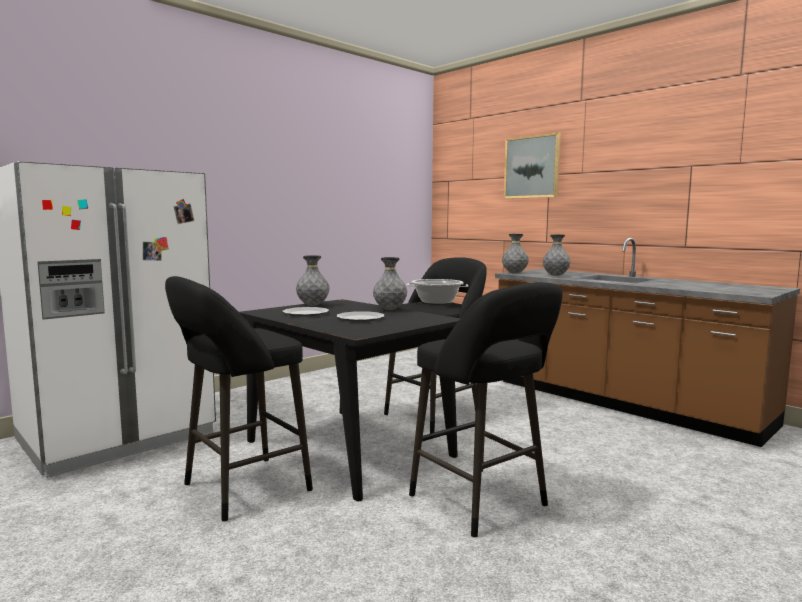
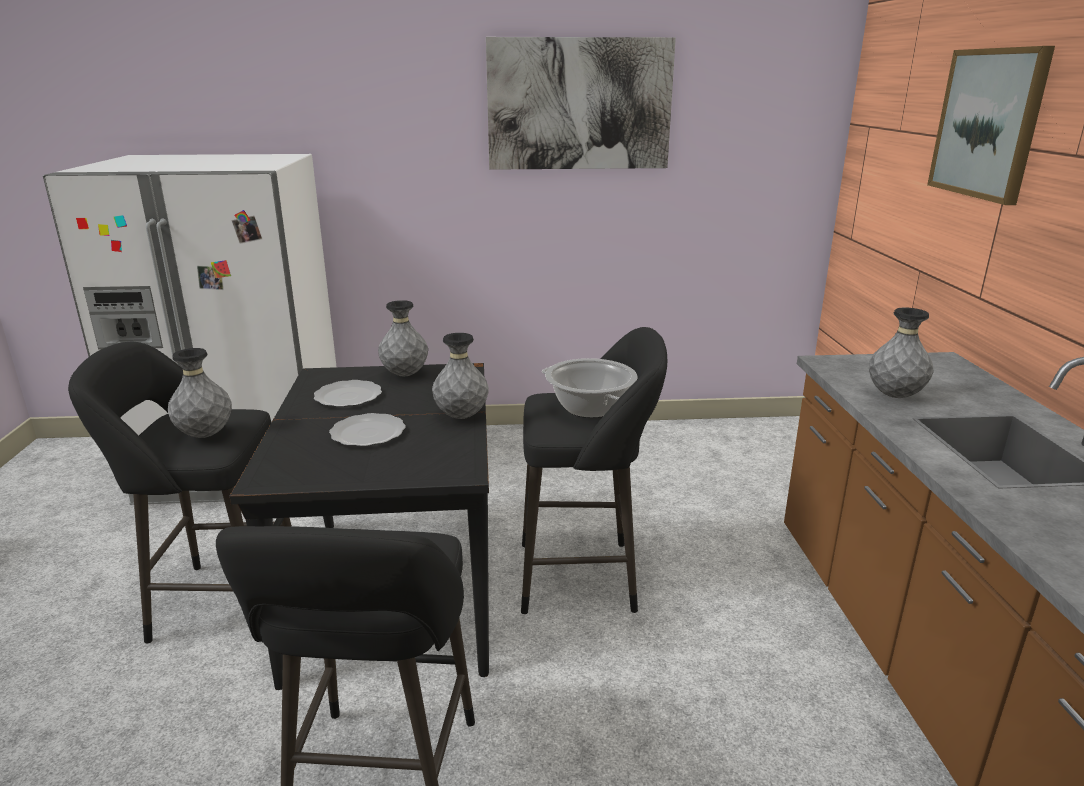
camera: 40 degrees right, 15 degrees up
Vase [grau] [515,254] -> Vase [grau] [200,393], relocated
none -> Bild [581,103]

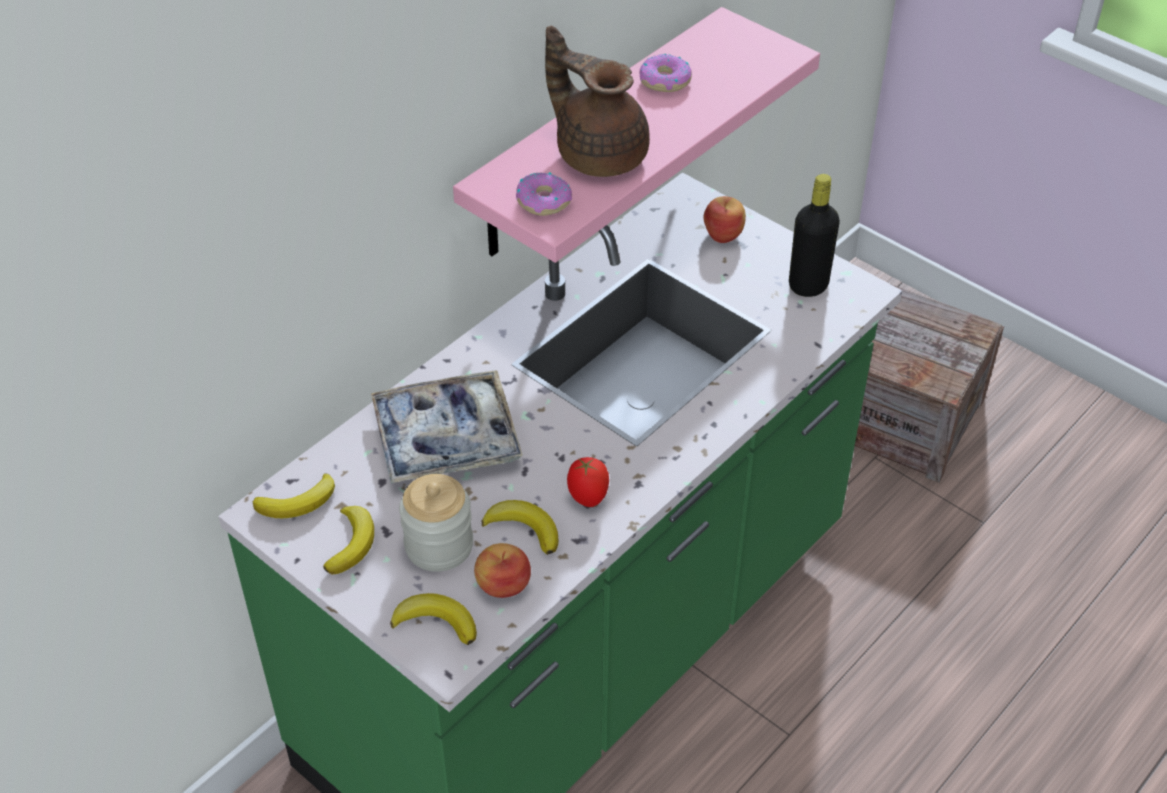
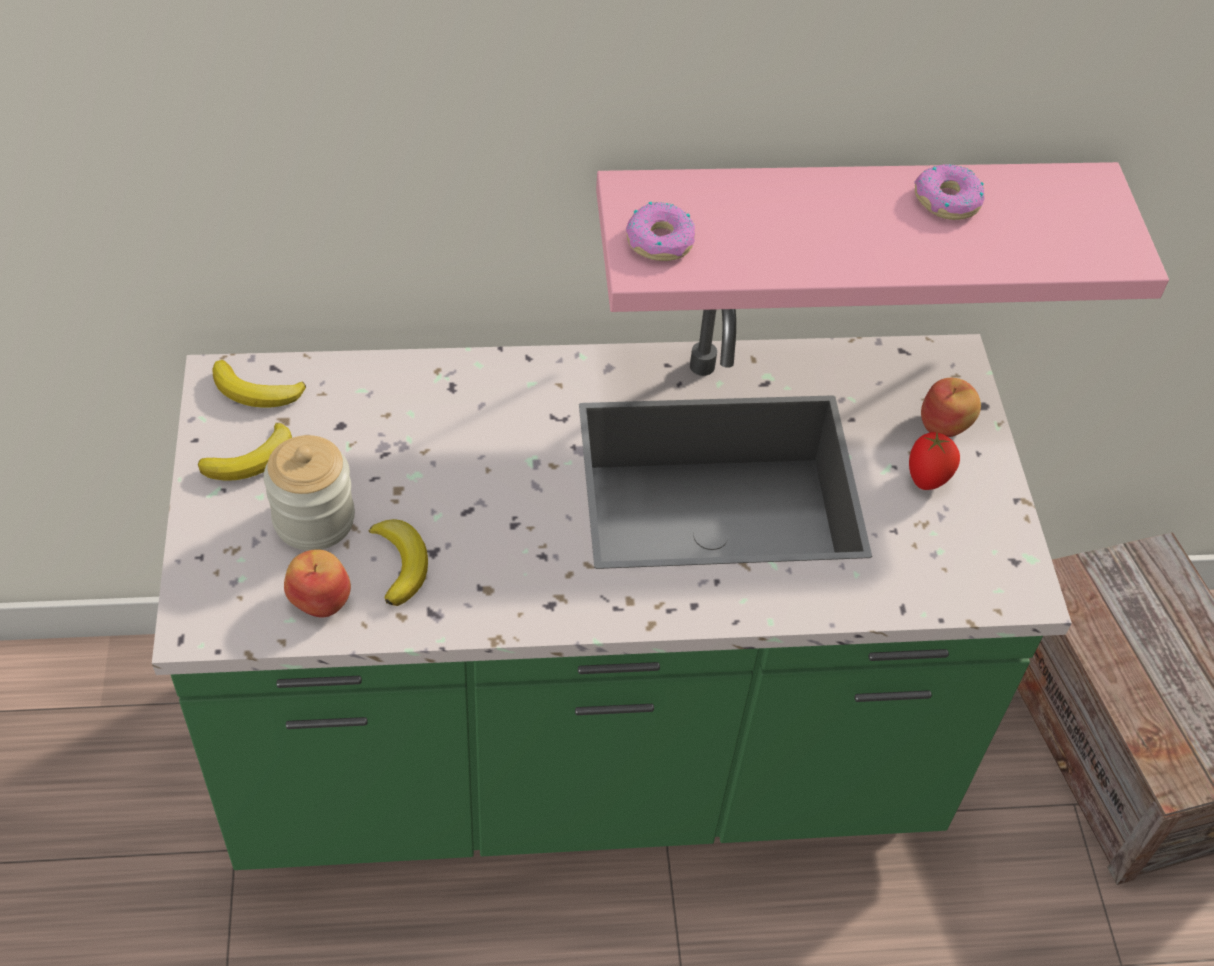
camera: 40 degrees right, 5 degrees up
Tablett [447,427] -> none
Banane [433,619] -> none
Teekanne [braun] [597,101] -> none
Tomate [588,482] -> Tomate [934,461], relocated
Flasche [schwarz] [814,235] -> none

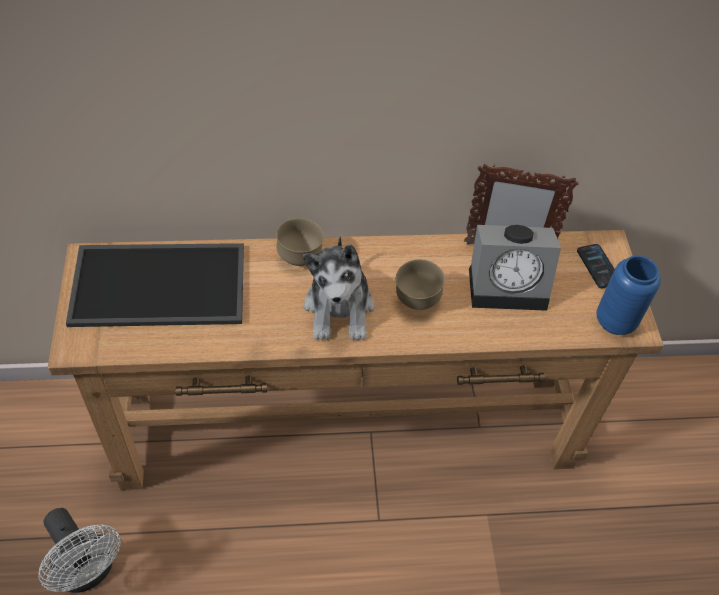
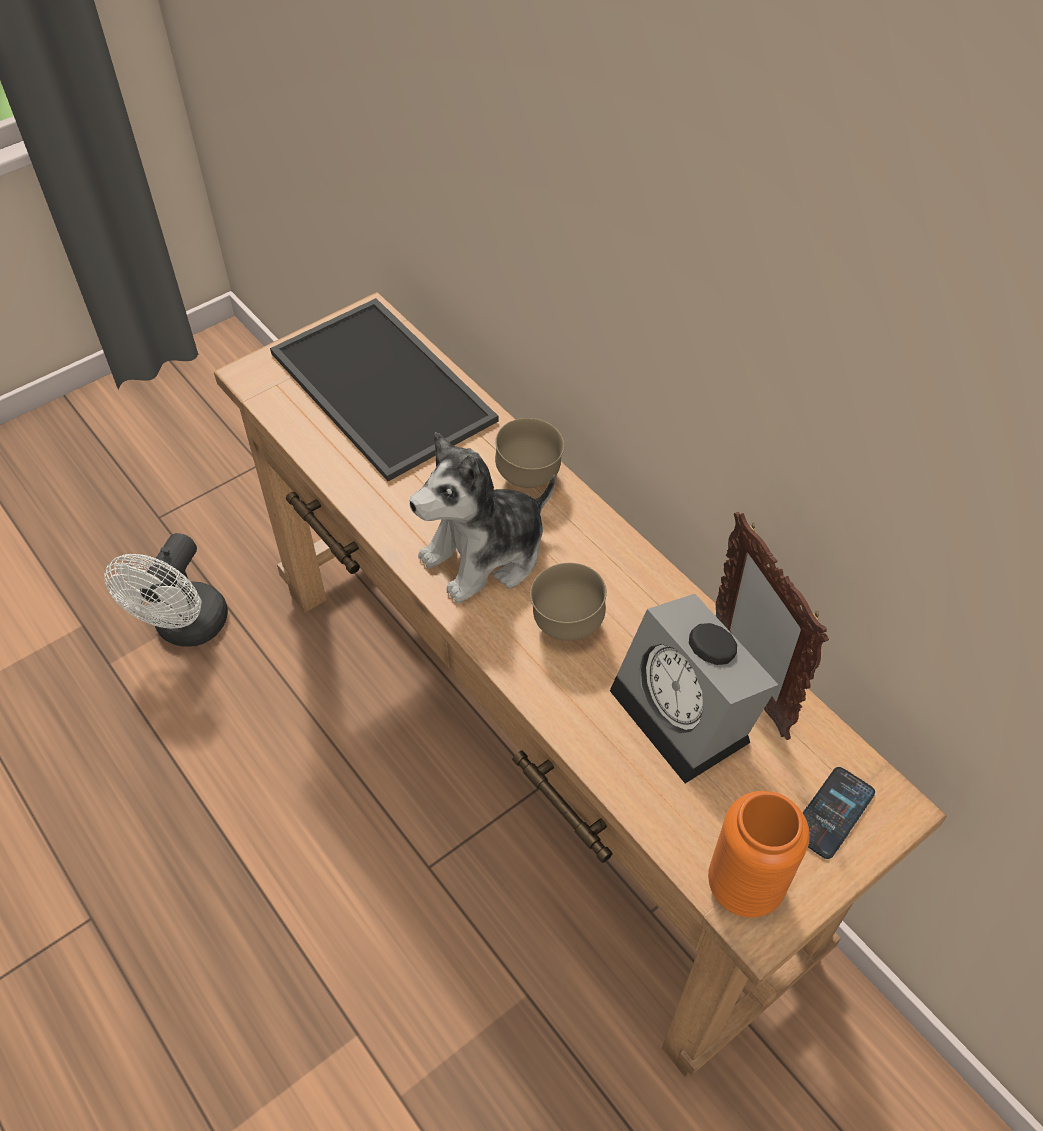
camera: 60 degrees right, 0 degrees up
Vase [blau] [628,295] -> Vase [orange] [759,854]

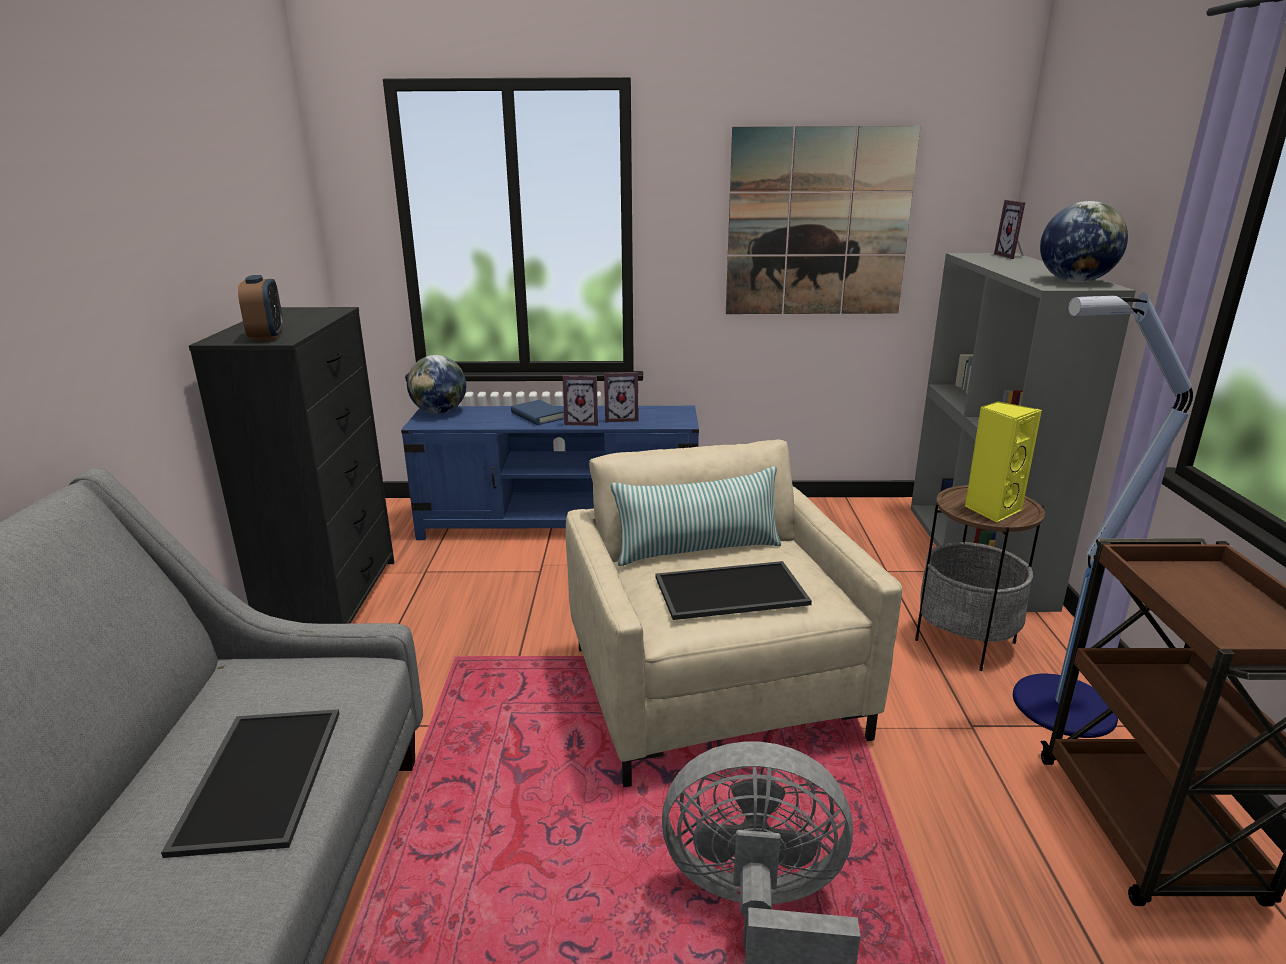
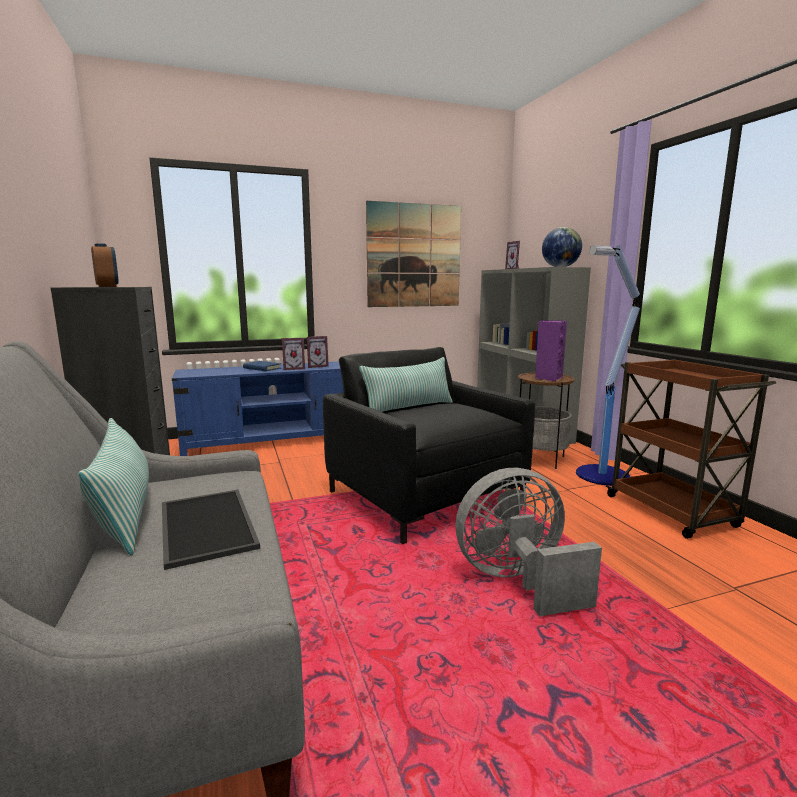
camera: 20 degrees left, 10 degrees down
Globus [436,384] -> none
Sessel [beige] [734,613] -> Sessel [schwarz] [429,445]
Tablett [733,590] -> none
Lautsprecher [gelb] [1003,462] -> Lautsprecher [lila] [551,350]
none -> Kissen [113,487]

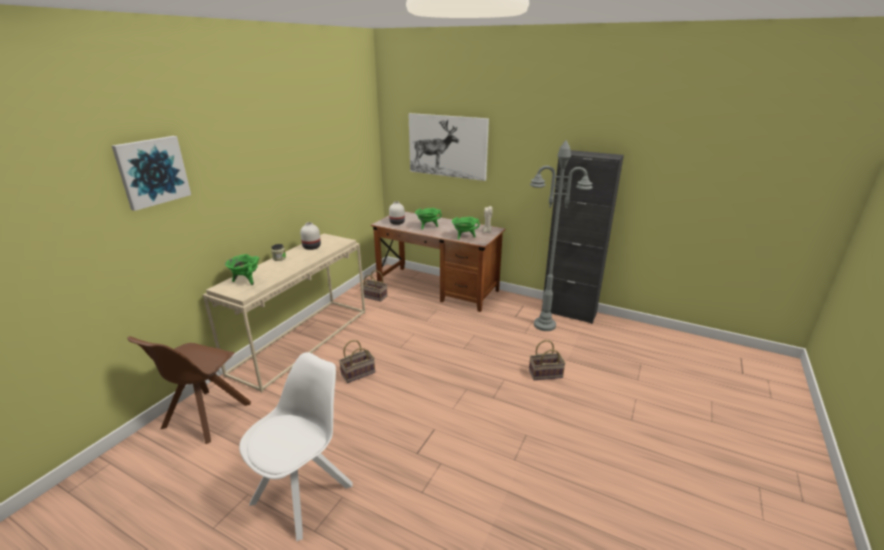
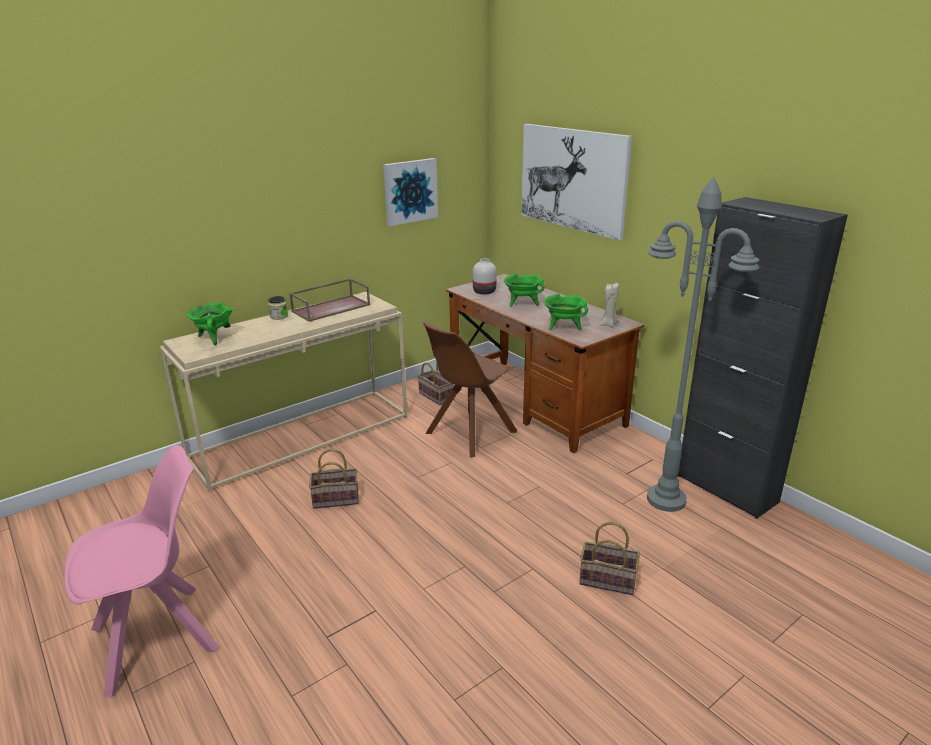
camera: 25 degrees right, 0 degrees up
Bild [151,173] -> Bild [410,192], relocated
Stuhl [braun] [189,390] -> Stuhl [braun] [470,389], relocated
Stuhl [weiß] [296,446] -> Stuhl [rosa] [141,571]
Vase [weiß] [310,236] -> Tablett [braun] [329,300]

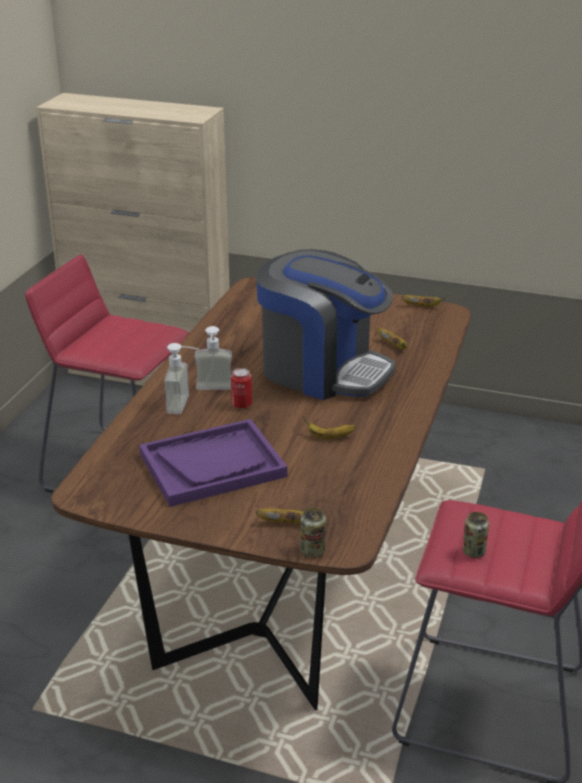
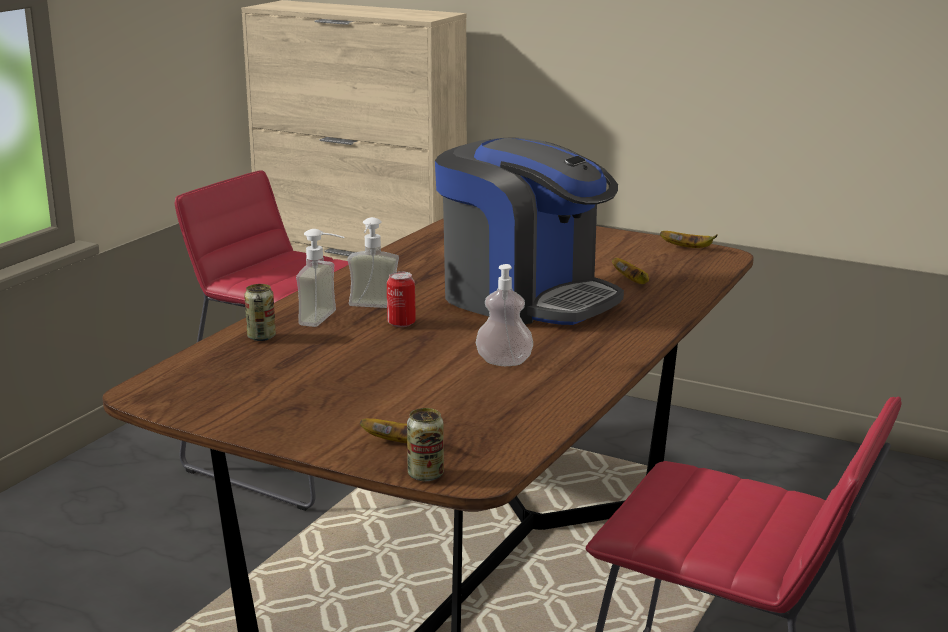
camera: 10 degrees right, 10 degrees down
Tablett [lila] [213,463] -> none
Banane [329,428] -> Seifenspender [504,315]
Dose [476,535] -> Dose [260,312], relocated

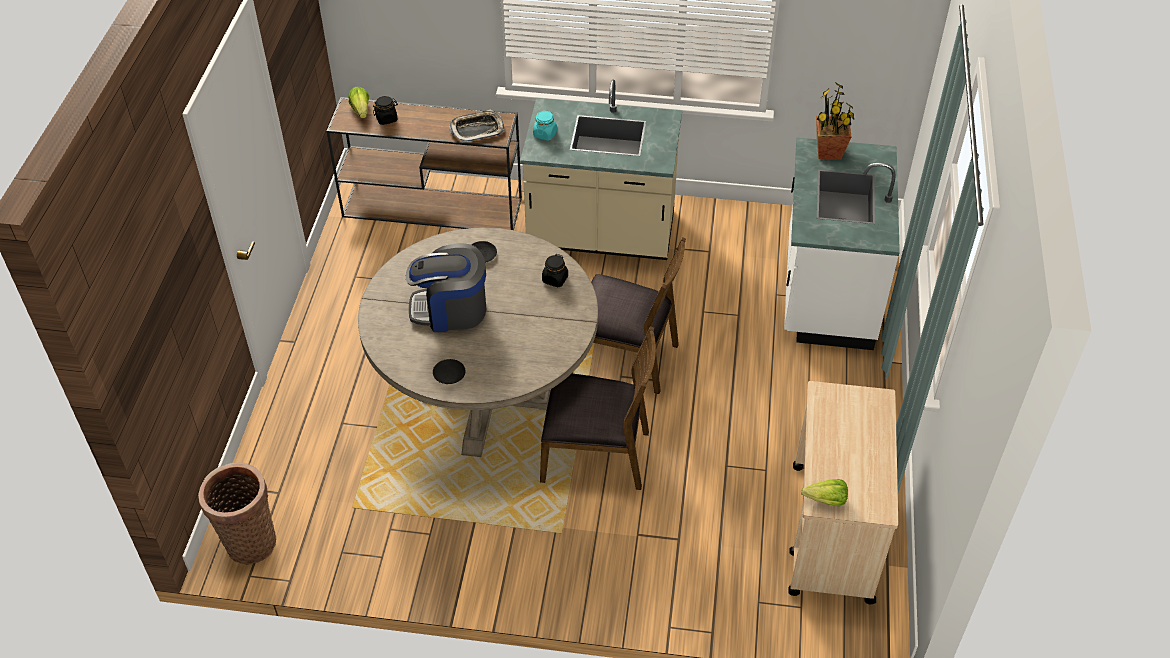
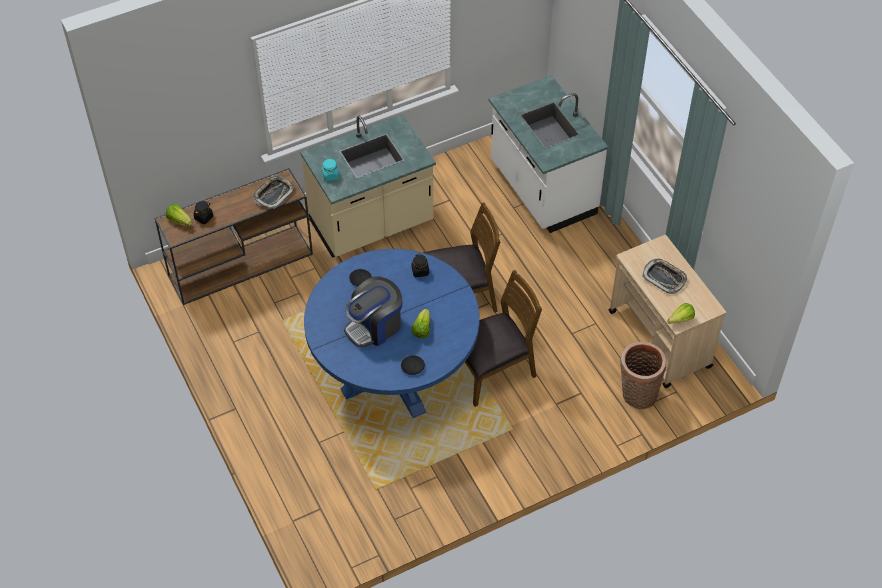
camera: 35 degrees left, 5 degrees up
Korb [237,513] -> Korb [643,376], relocated
Esstisch [beige] [478,342] -> Esstisch [blau] [392,333]
Topfpflanze [835,121] -> none
none -> Salatkopf [420,323]
none -> Tablett [664,276]

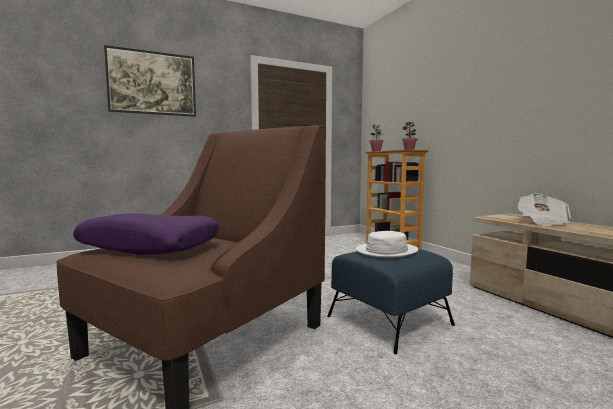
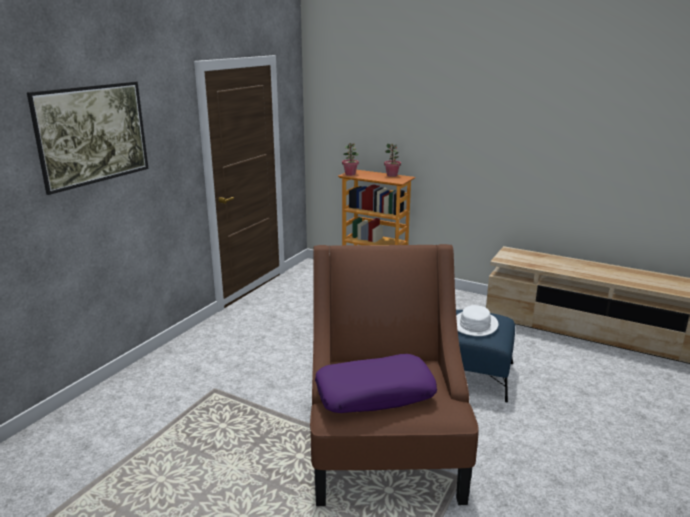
camera: 35 degrees left, 15 degrees up
Zeitung [544,209] -> none

